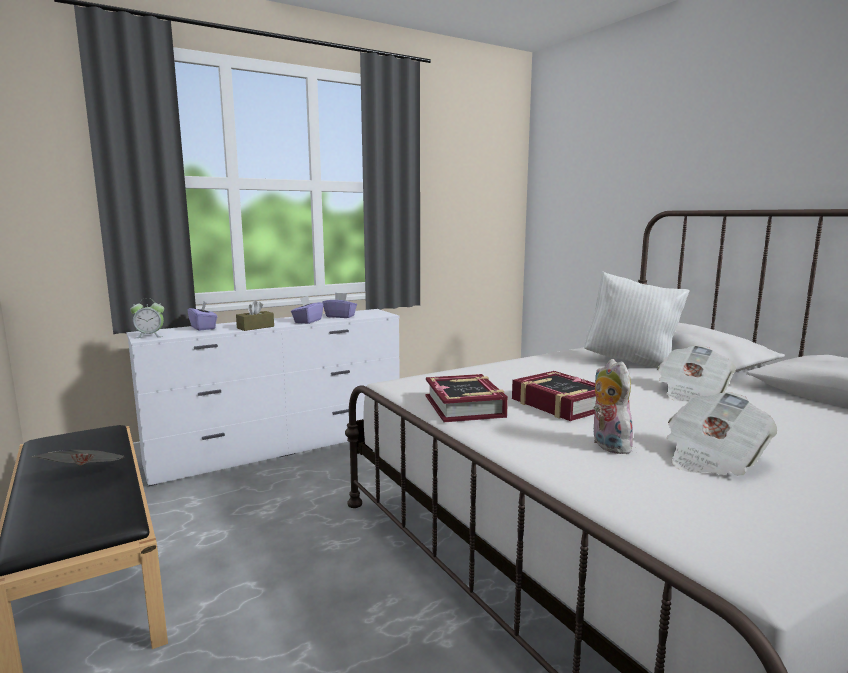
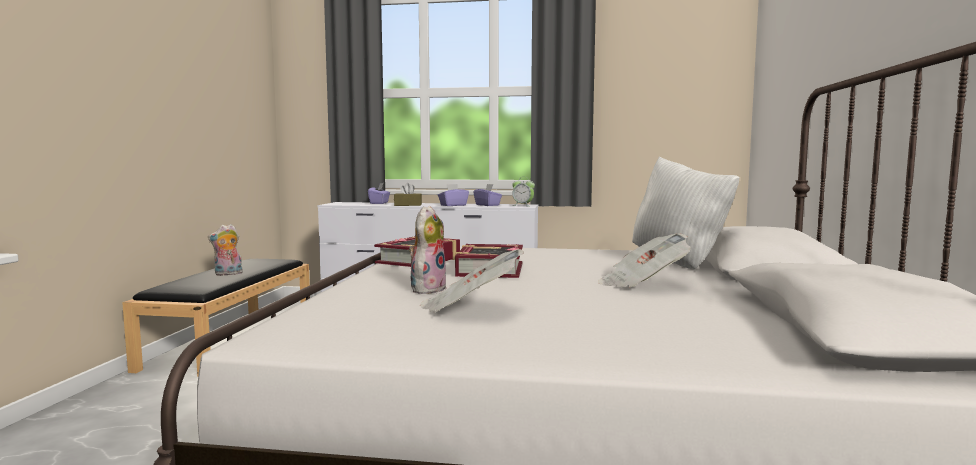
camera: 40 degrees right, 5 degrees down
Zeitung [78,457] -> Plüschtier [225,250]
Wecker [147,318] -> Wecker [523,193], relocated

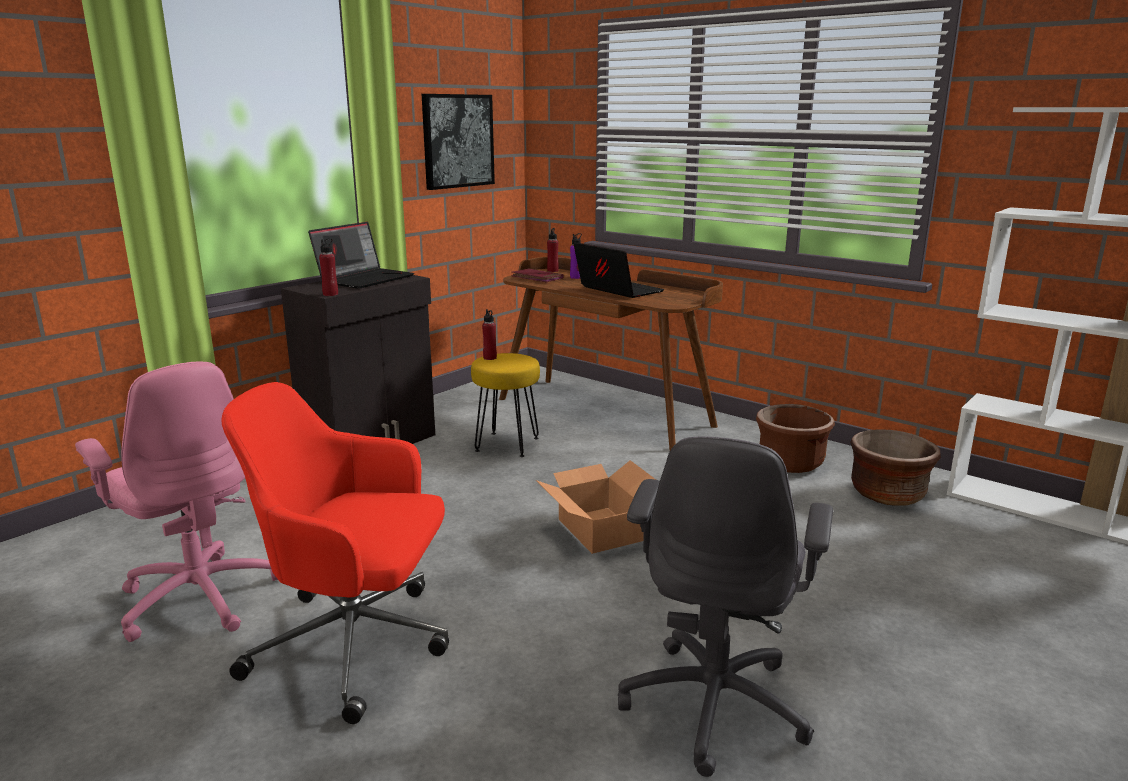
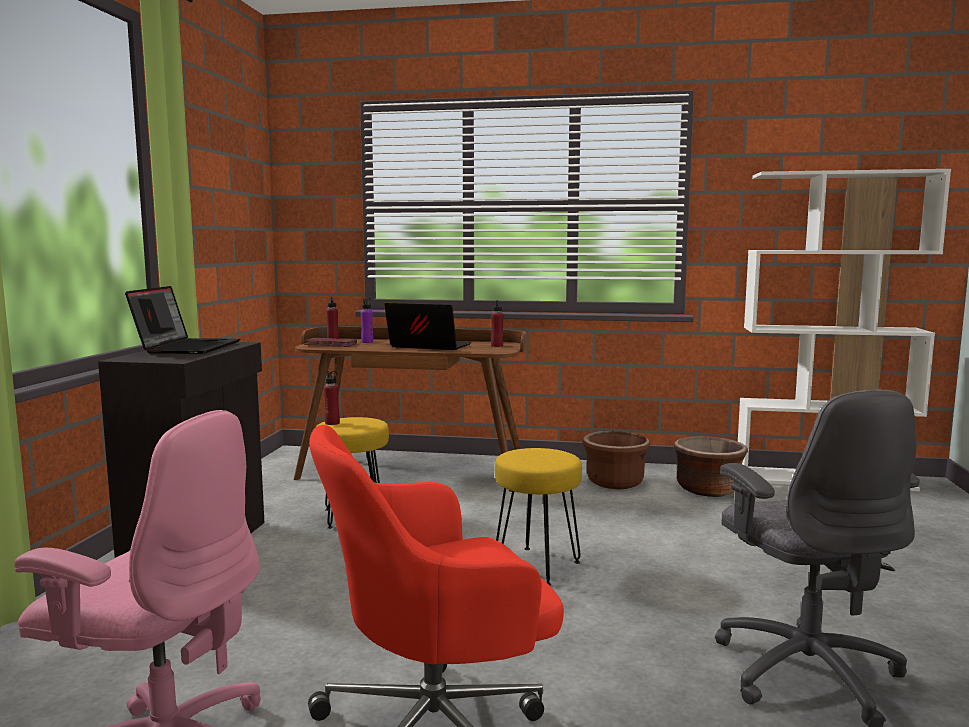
camera: 30 degrees left, 10 degrees down
Flasche [rot] [328,267] -> Flasche [rot] [497,323], relocated
Bild [458,142] -> none
Karton [596,507] -> Hocker [gelb] [538,516]

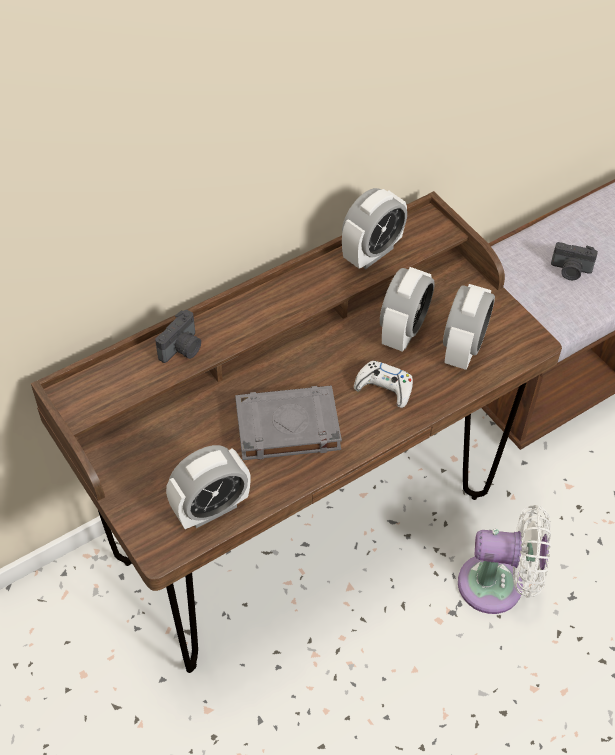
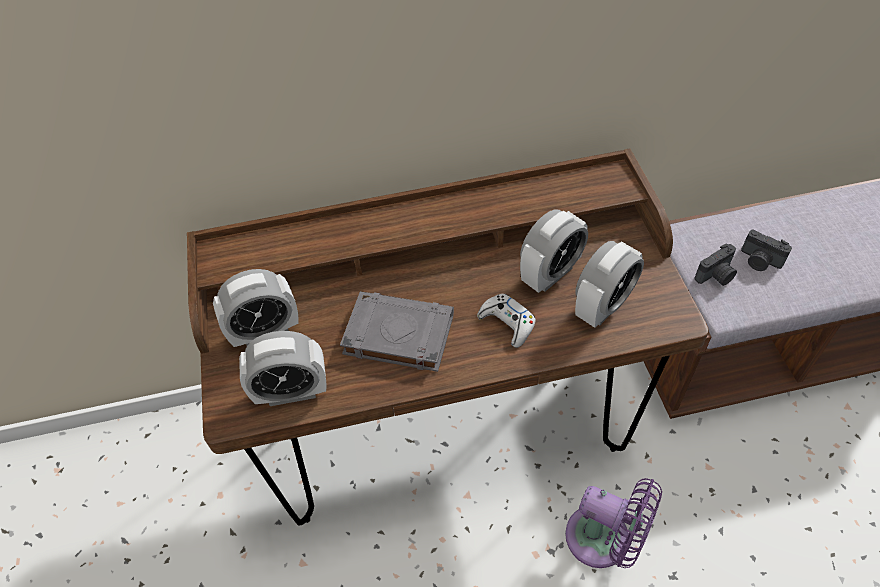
camera: 25 degrees right, 0 degrees up
Kamera [178,336] -> Kamera [715,265], relocated
Wecker [374,228] -> Wecker [256,308], relocated
Ventilator [weiß] [504,559] -> Ventilator [lila] [613,523]

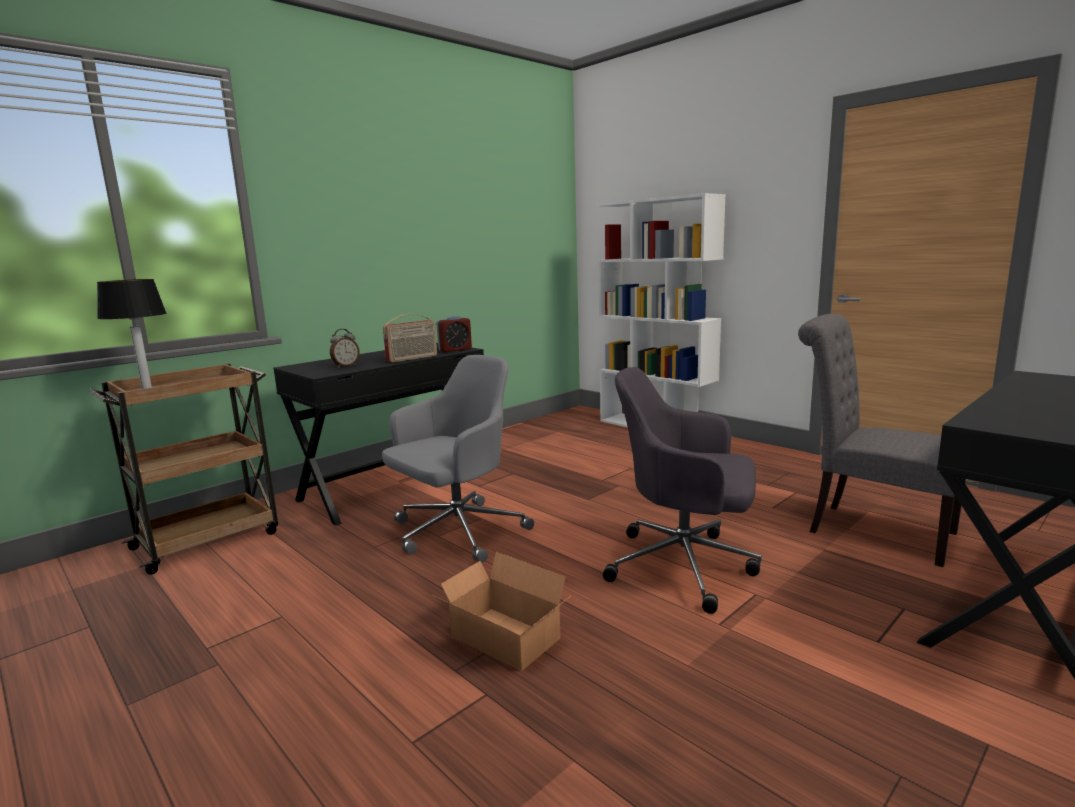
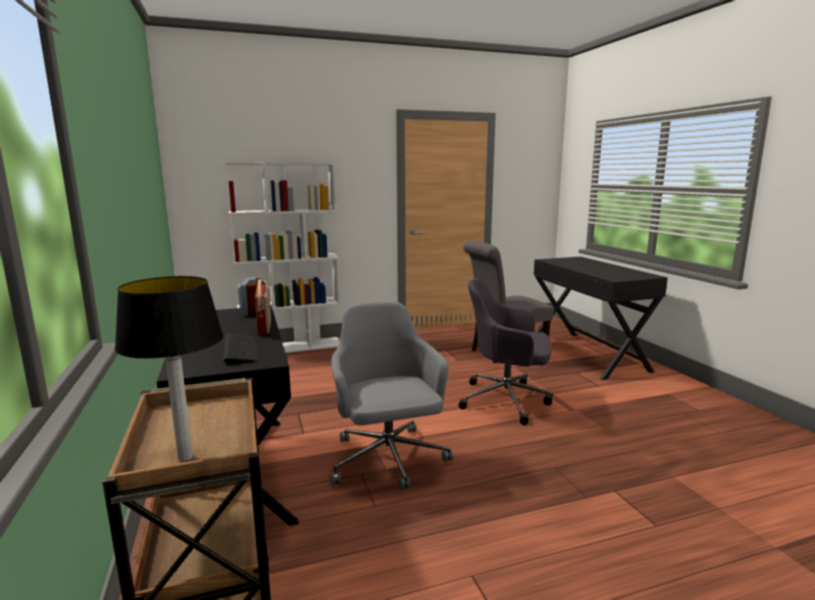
camera: 65 degrees left, 0 degrees up
Wecker [345,348] -> Tastatur [240,349]
Karton [501,611] -> none
Bürostuhl [grau] [682,490] -> Bürostuhl [grau] [506,351], 60 degrees clockwise

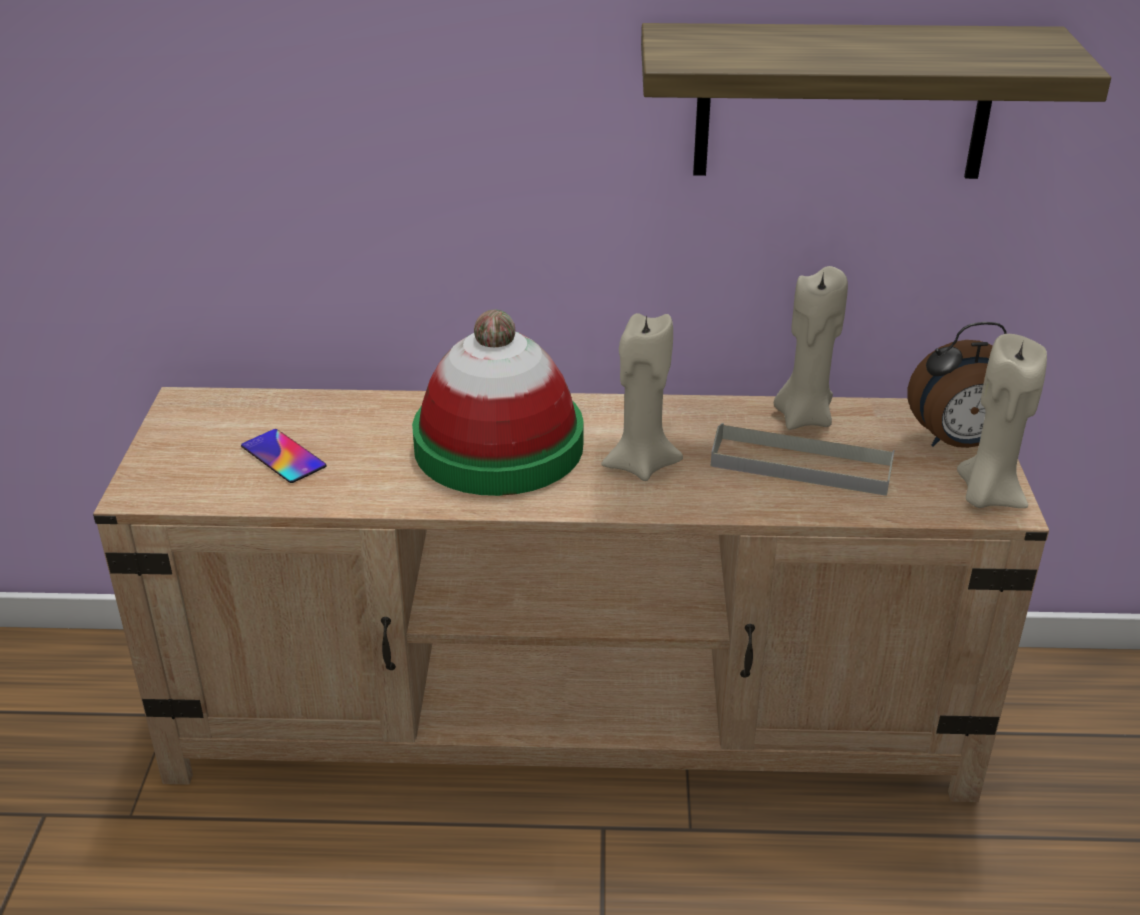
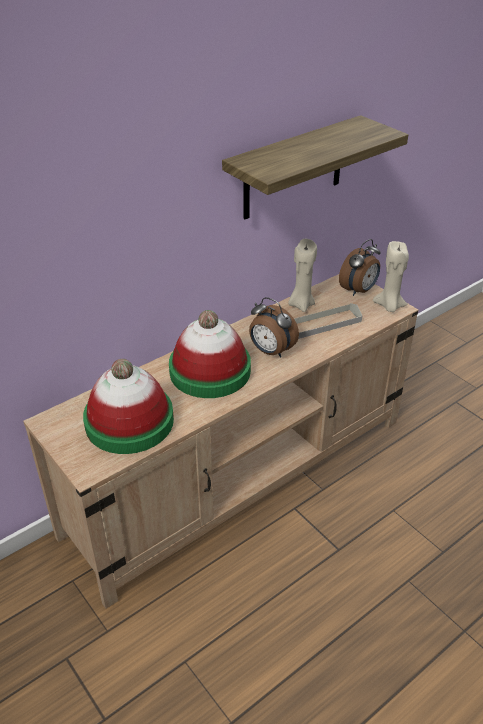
camera: 40 degrees left, 5 degrees up
Handy [284,456] -> Hut [128,406]
Kerze [beige] [642,397] -> Wecker [274,327]

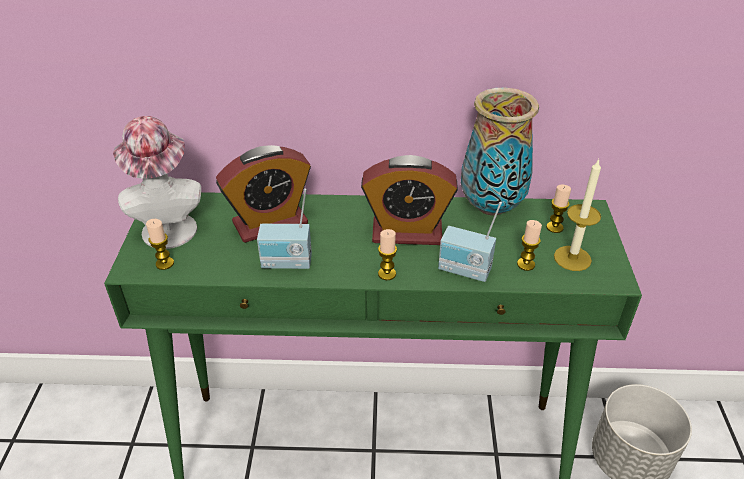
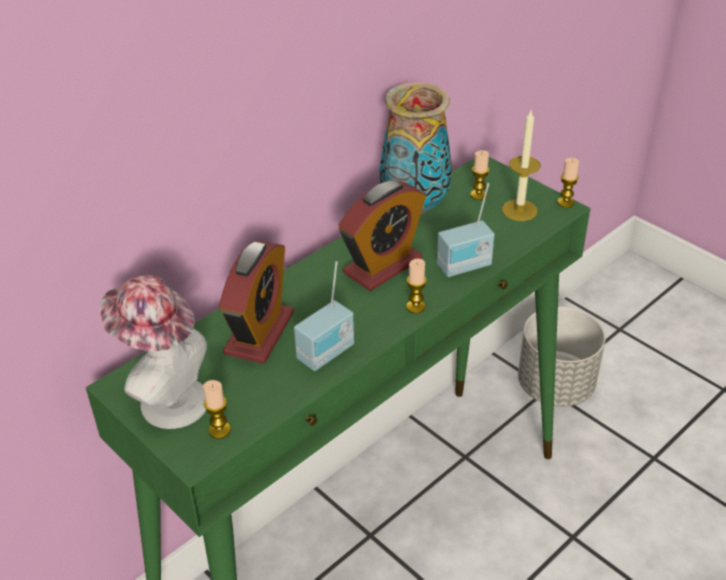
camera: 45 degrees left, 0 degrees up
Kerze [529,245] -> Kerze [568,183], relocated

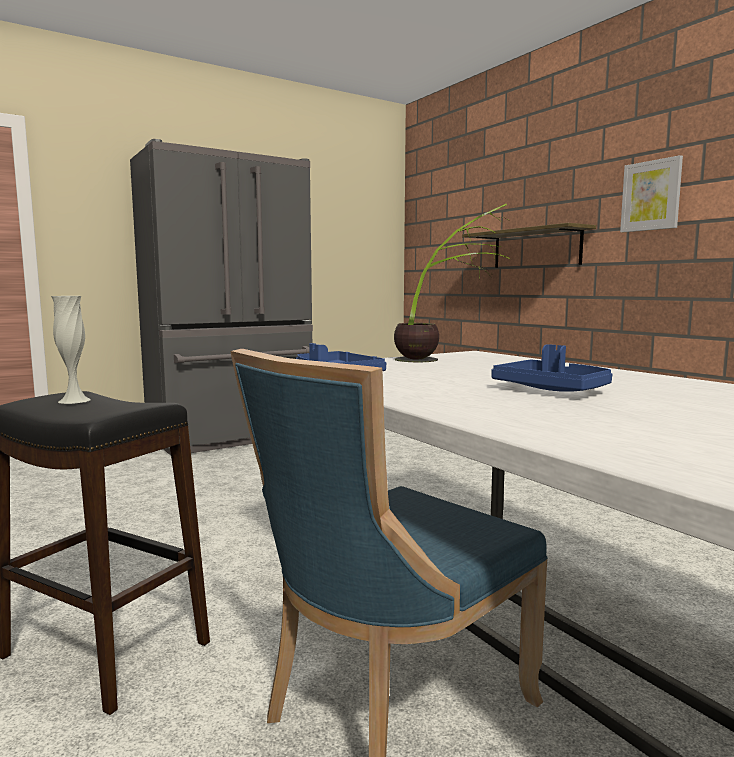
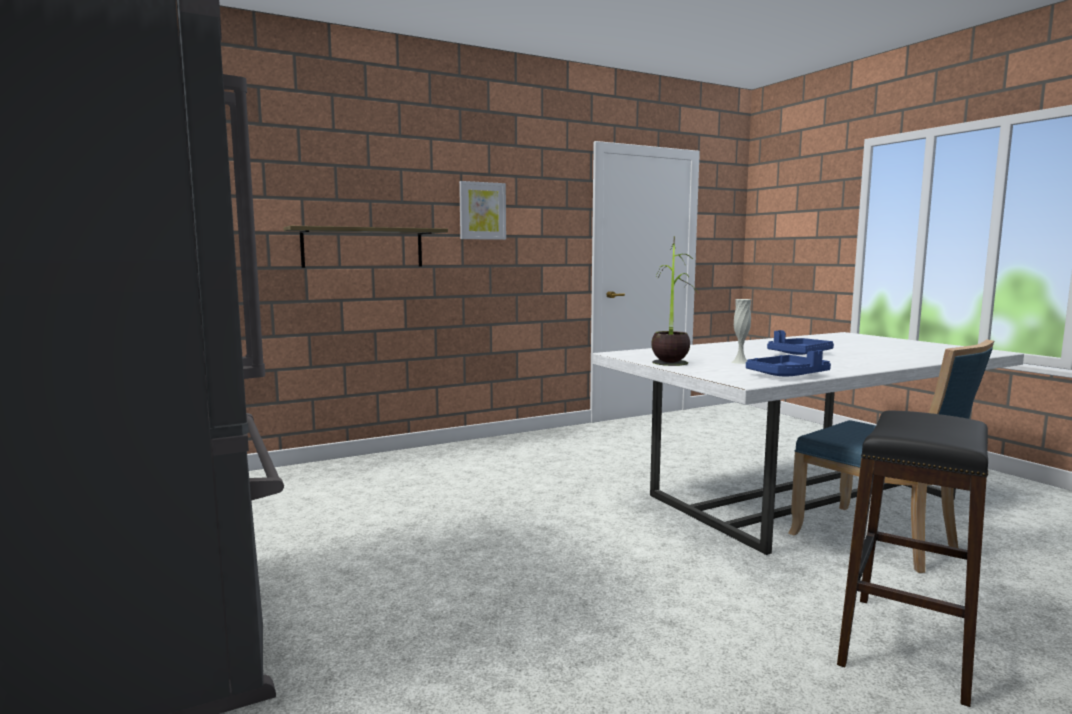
camera: 85 degrees left, 0 degrees up
Vase [weiß] [70,350] -> Vase [weiß] [741,331], relocated

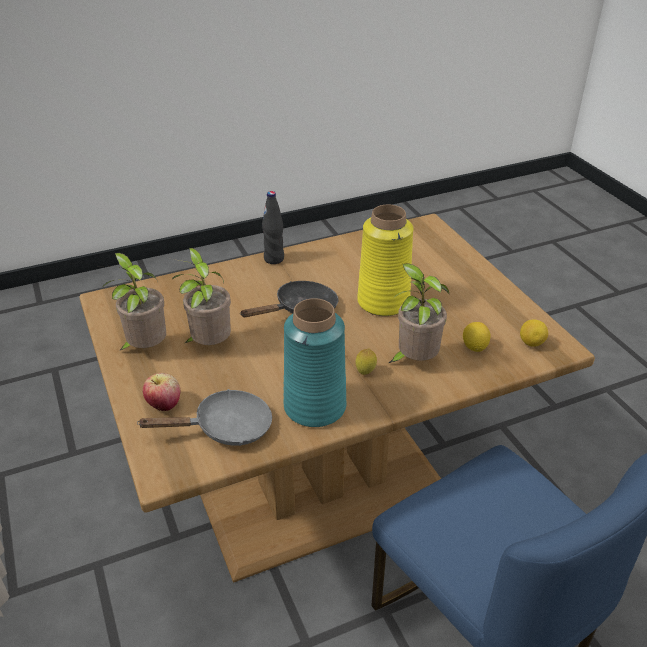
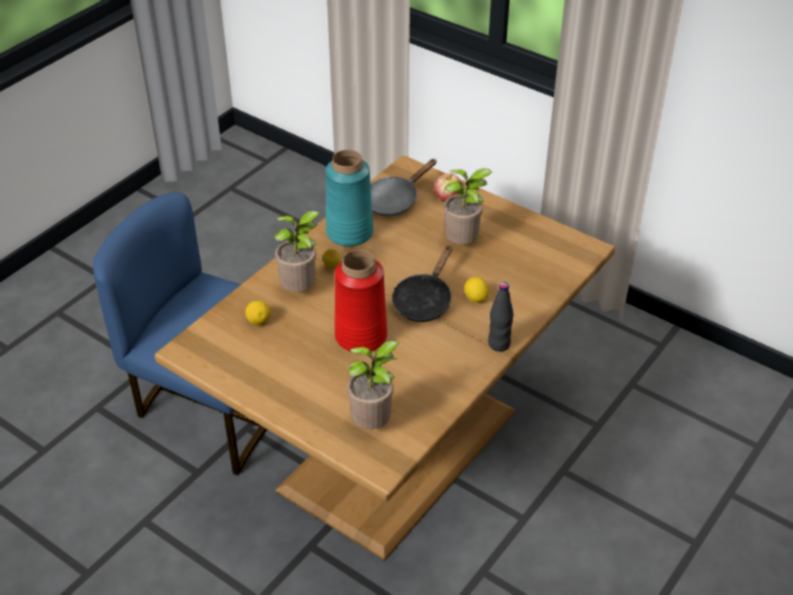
camera: 150 degrees right, 5 degrees up
Topfpflanze [134,302] -> Topfpflanze [373,385], relocated
Vase [gelb] [385,260] -> Vase [rot] [361,300]
Zitrone [534,333] -> Zitrone [476,290], relocated

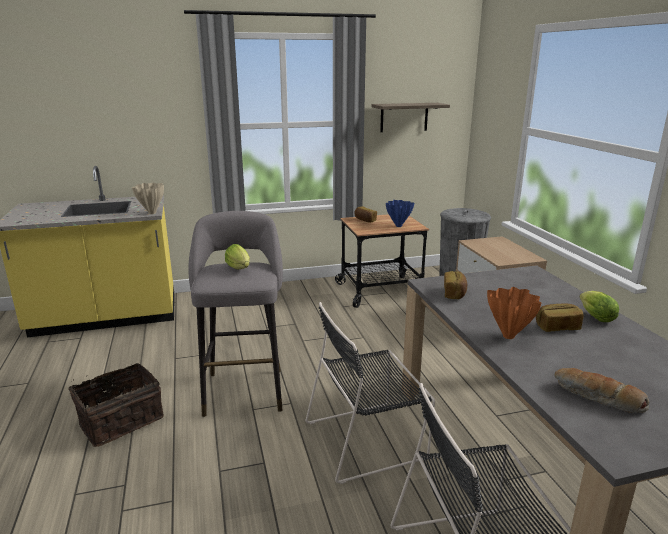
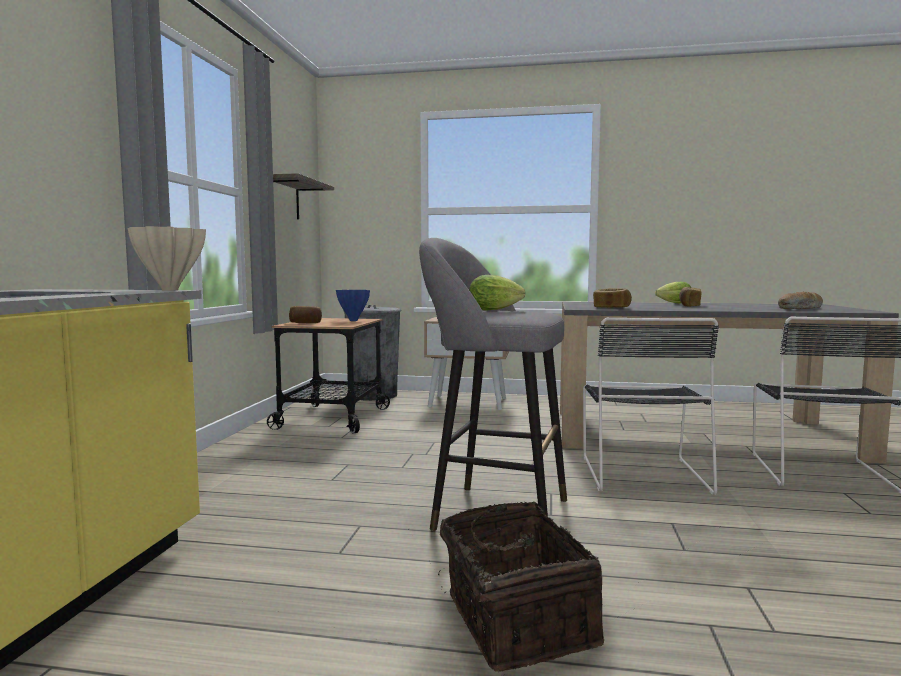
camera: 65 degrees left, 15 degrees down
Vase [orange] [514,313] -> none

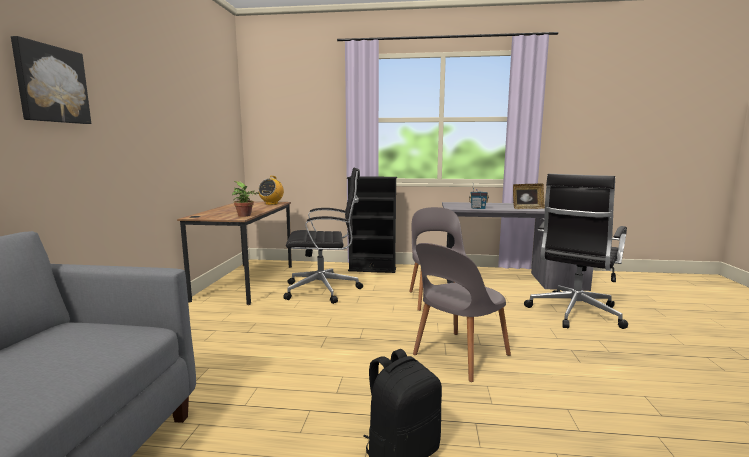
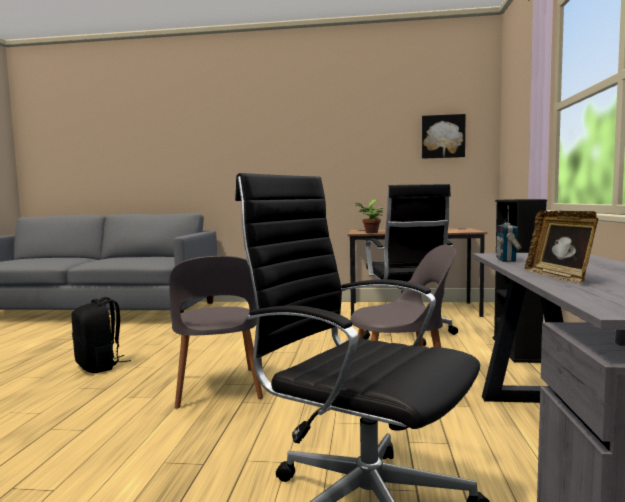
camera: 90 degrees right, 5 degrees down
Bild [51,80] -> Bild [443,136], relocated
Radio [271,190] -> none
Stuhl [grau] [462,312] -> Stuhl [grau] [216,332], 150 degrees counterclockwise

